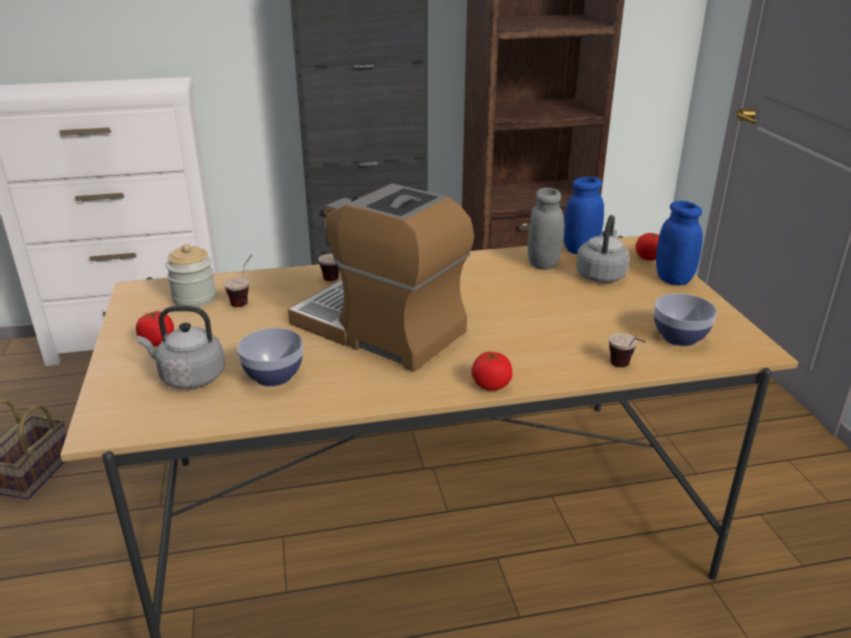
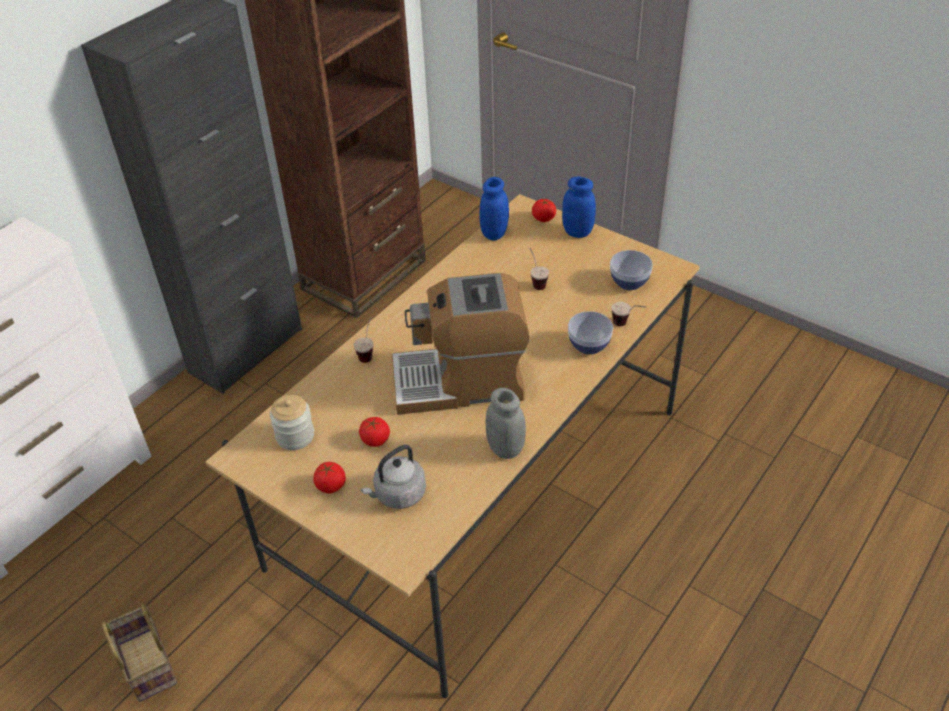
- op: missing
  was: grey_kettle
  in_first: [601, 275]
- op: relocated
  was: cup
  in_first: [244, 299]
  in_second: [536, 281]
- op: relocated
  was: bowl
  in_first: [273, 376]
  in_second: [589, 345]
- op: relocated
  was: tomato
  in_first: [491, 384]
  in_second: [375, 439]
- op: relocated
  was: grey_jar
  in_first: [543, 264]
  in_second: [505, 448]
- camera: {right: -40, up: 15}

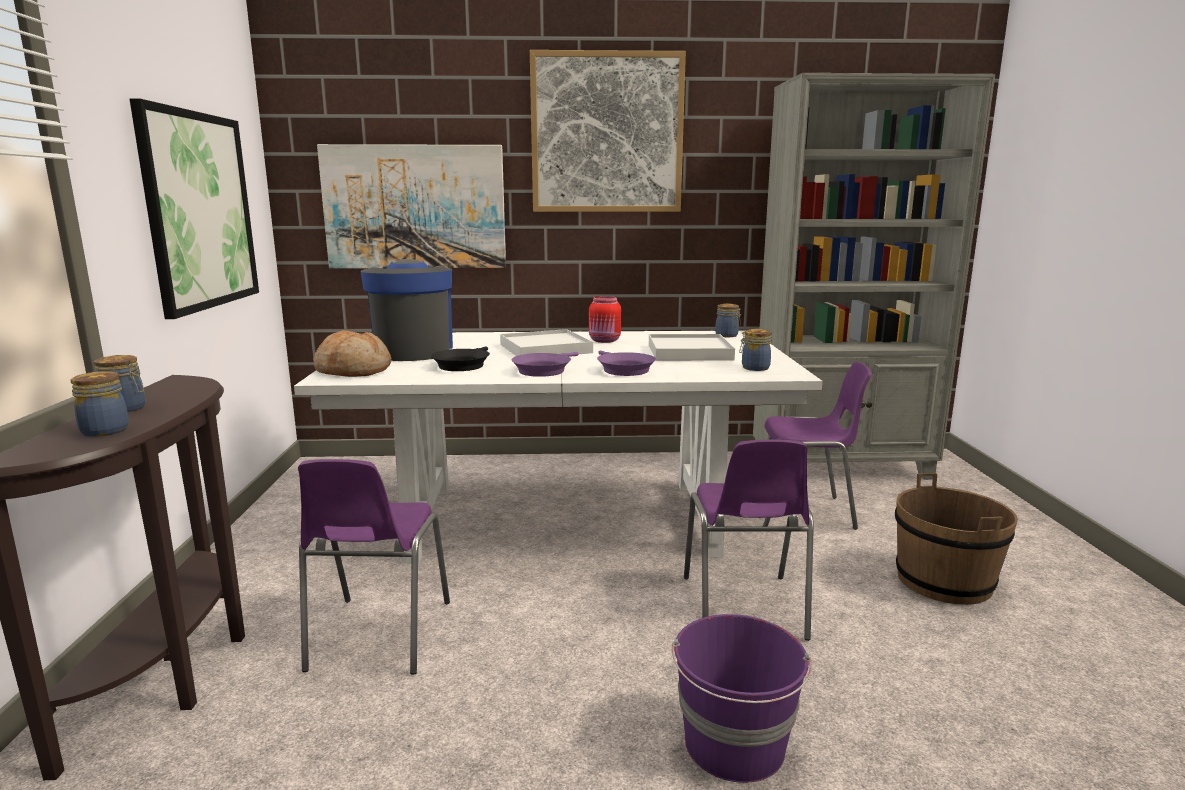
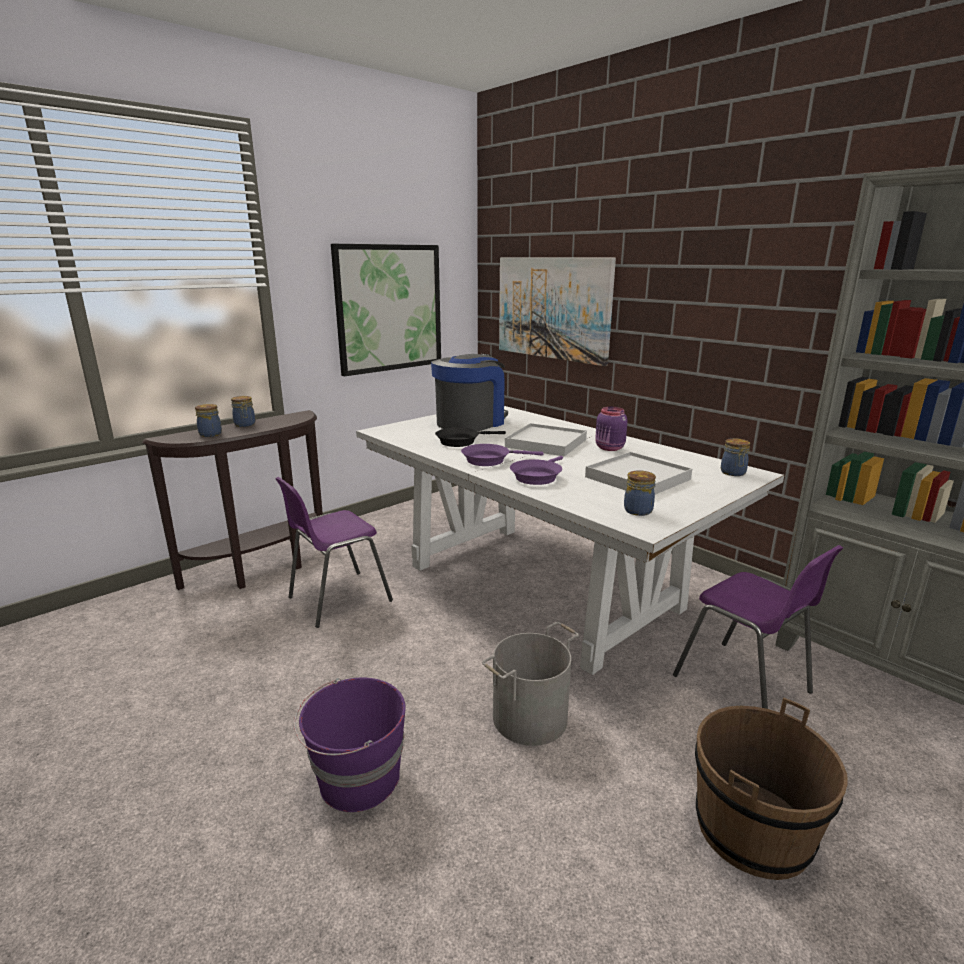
- op: missing
  was: bread
  in_first: [354, 371]
- op: missing
  was: picture
  in_first: [607, 133]
- op: exchanged
  was: purple_chair
  now: grey_bucket
  in_first: [743, 609]
  in_second: [529, 716]
- op: colour
  was: red_jar
  now: purple_jar
  in_first: [605, 341]
  in_second: [609, 448]
- camera: {right: 50, up: 5}

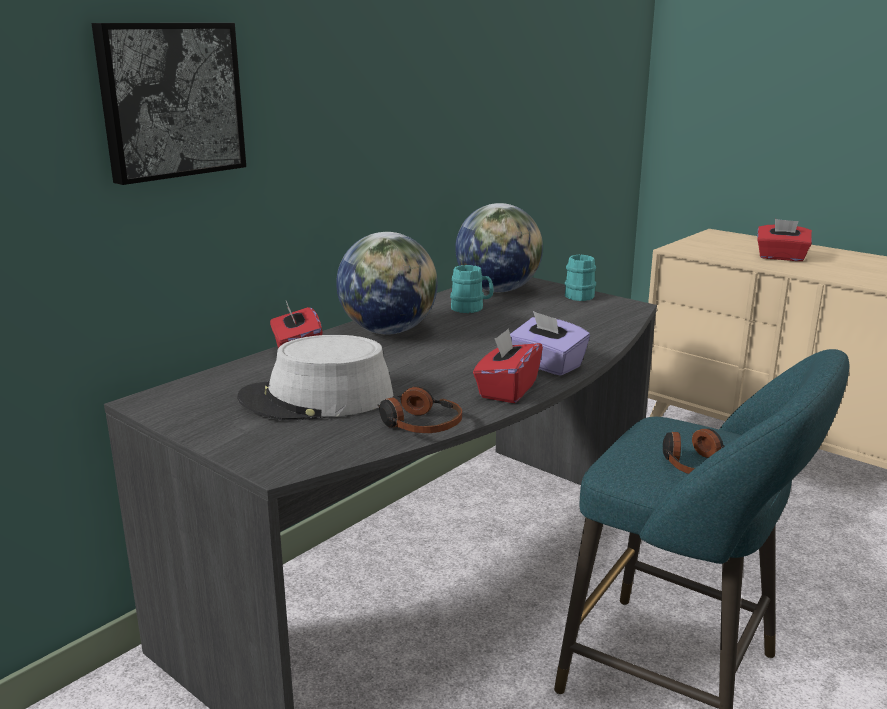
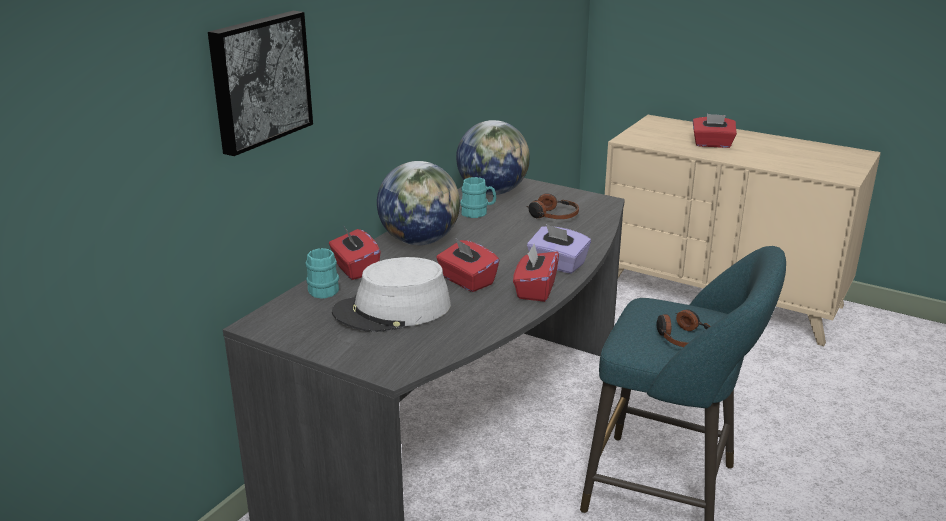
- op: appeared
  now: red_tissue_box
  in_second: [467, 281]
- op: relocated
  was: headphones
  in_first: [419, 424]
  in_second: [552, 215]
- op: relocated
  was: turquoise_mug
  in_first: [580, 295]
  in_second: [325, 288]
- camera: {right: -10, up: 5}

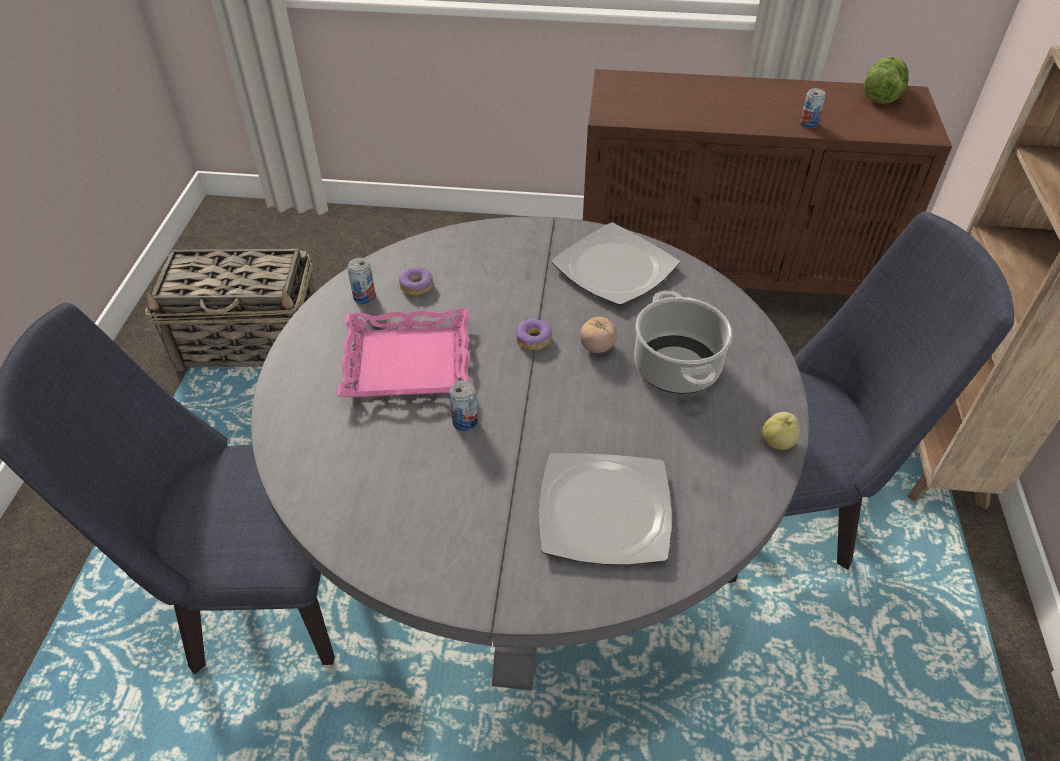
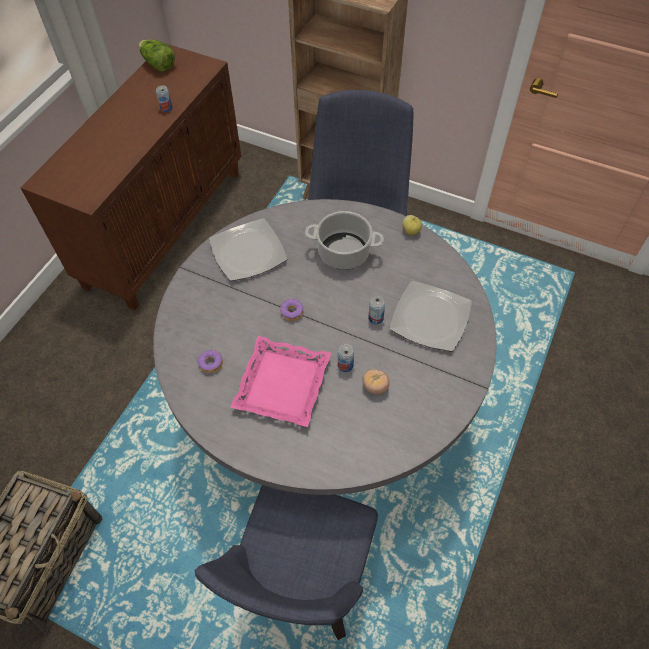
- op: relocated
  was: can
  in_first: [364, 297]
  in_second: [375, 318]
- op: relocated
  was: tomato
  in_first: [597, 347]
  in_second: [375, 387]
- camera: {right: -70, up: 10}

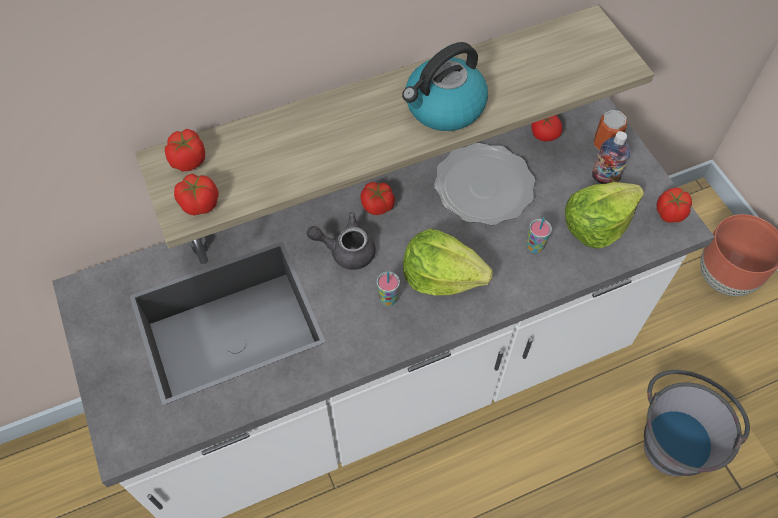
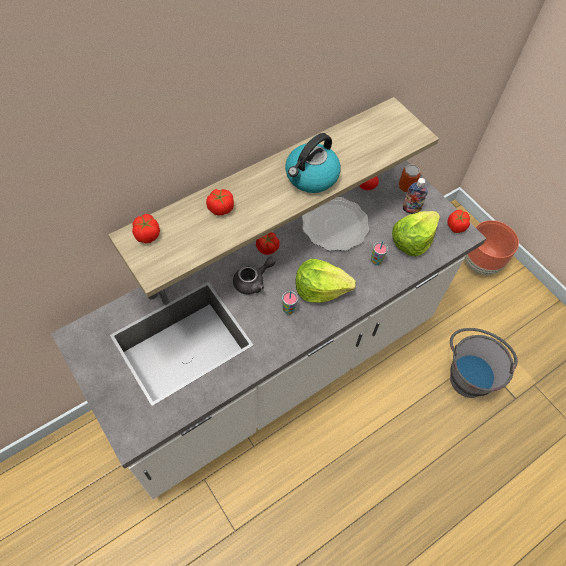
- op: relocated
  was: tomato
  in_first: [199, 204]
  in_second: [220, 208]
- op: spun
  was: grey_teapot
  in_first: [346, 250]
  in_second: [253, 281]
  clockwise: 150
- camera: {right: -15, up: 0}

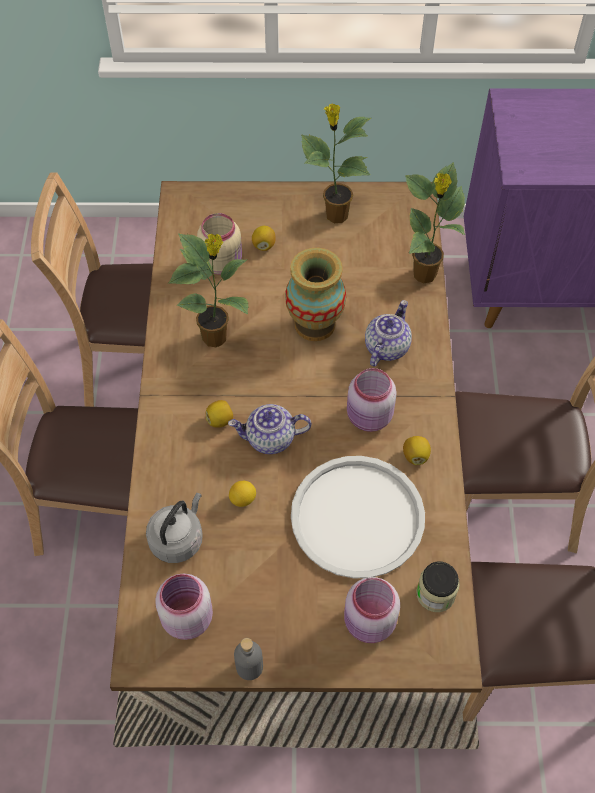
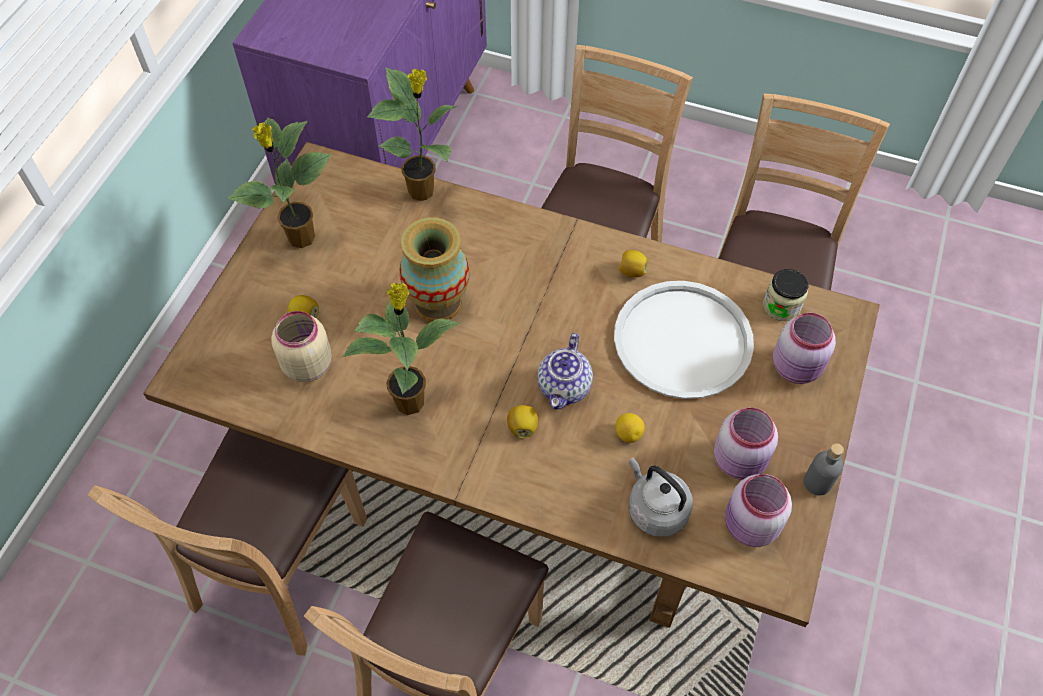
- op: missing
  was: teapot
  in_first: [386, 347]
- op: relocated
  was: pink_jar
  in_first: [369, 418]
  in_second: [740, 460]
- camera: {right: -70, up: 0}

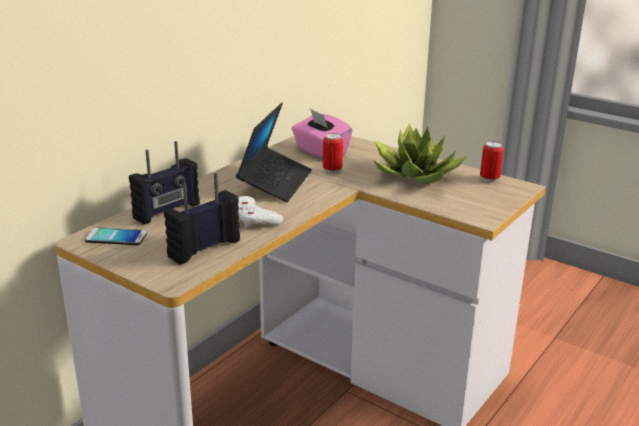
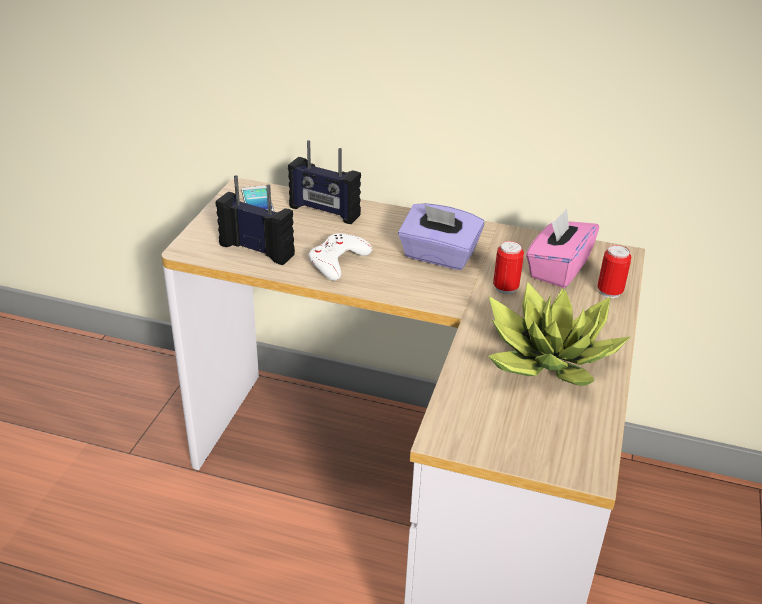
- op: relocated
  was: can
  in_first: [489, 179]
  in_second: [609, 292]
- op: exchanged
  was: laptop
  now: purple_tissue_box
  in_first: [275, 182]
  in_second: [438, 256]
- camera: {right: 70, up: 10}

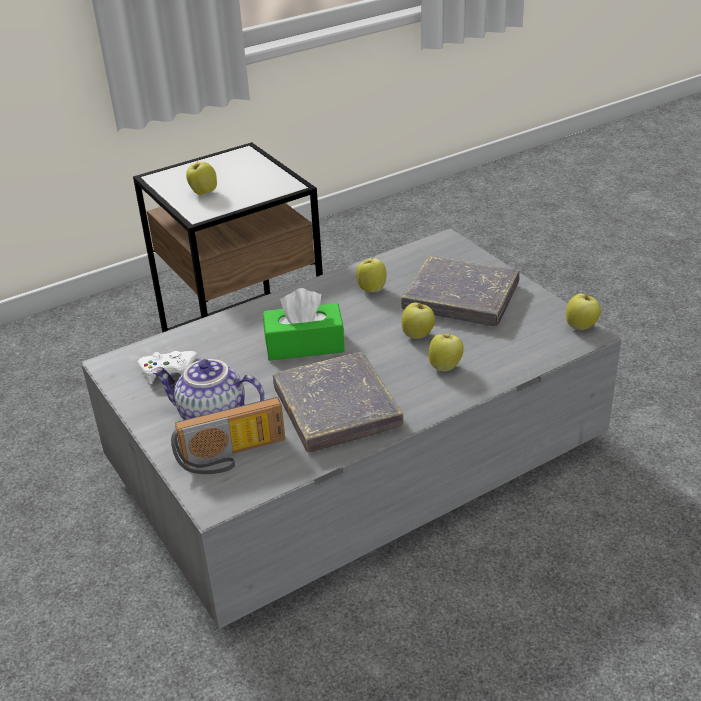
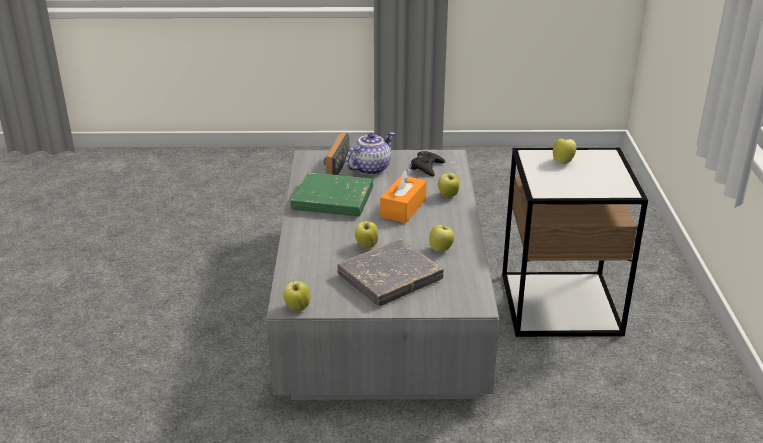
- op: relocated
  was: apple
  in_first: [445, 366]
  in_second: [448, 196]
- op: colour
  was: white_game_controller
  now: black_game_controller
  in_first: [168, 370]
  in_second: [427, 167]
- op: colour
  was: green_tissue_box
  now: orange_tissue_box
  in_first: [304, 345]
  in_second: [403, 208]
- op: colour
  was: grey_book
  now: green_book
  in_first: [336, 408]
  in_second: [332, 200]
- camera: {right: 120, up: -5}

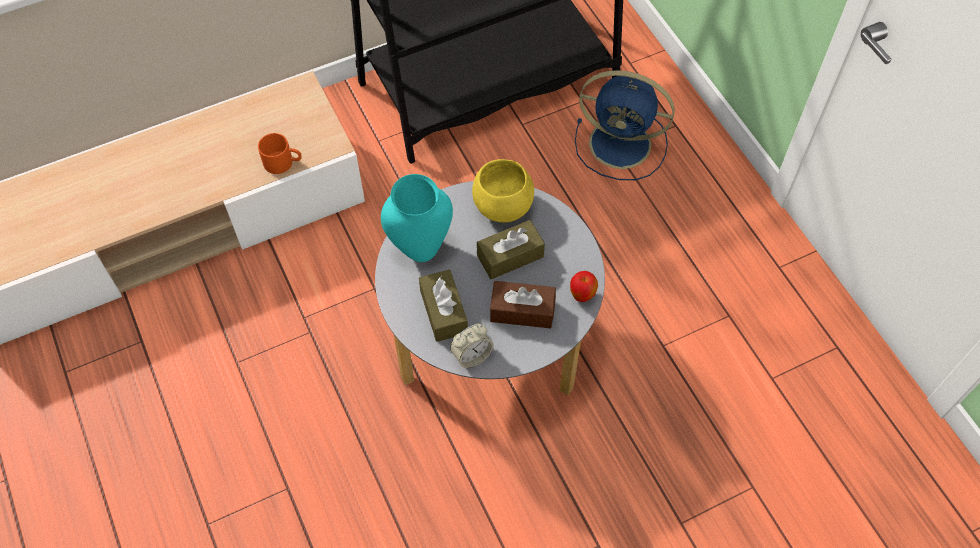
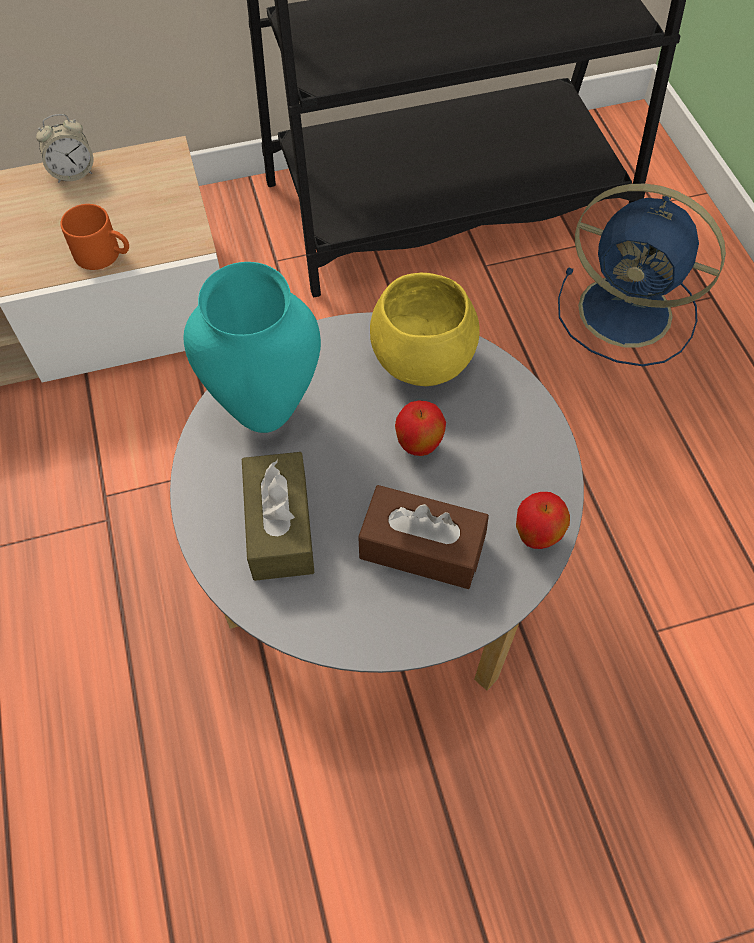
- op: relocated
  was: alarm_clock
  in_first: [471, 355]
  in_second: [73, 173]
- op: exchanged
  was: brown_tissue_box
  now: apple
  in_first: [510, 256]
  in_second: [418, 446]
- camera: {right: 10, up: 0}

